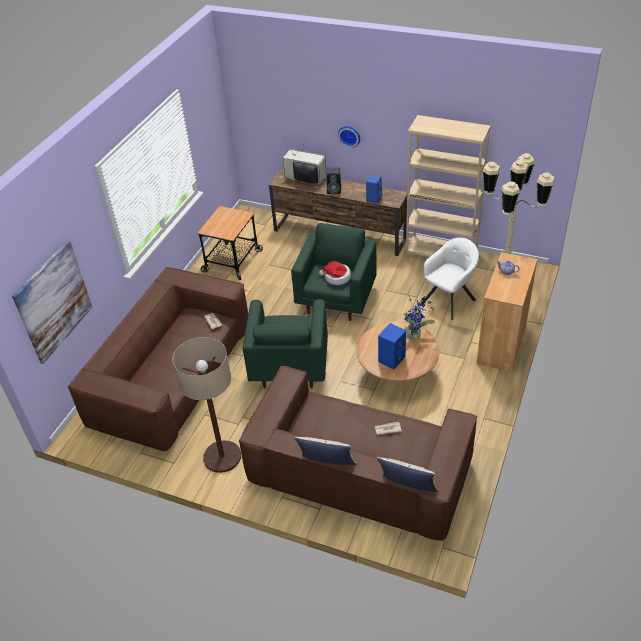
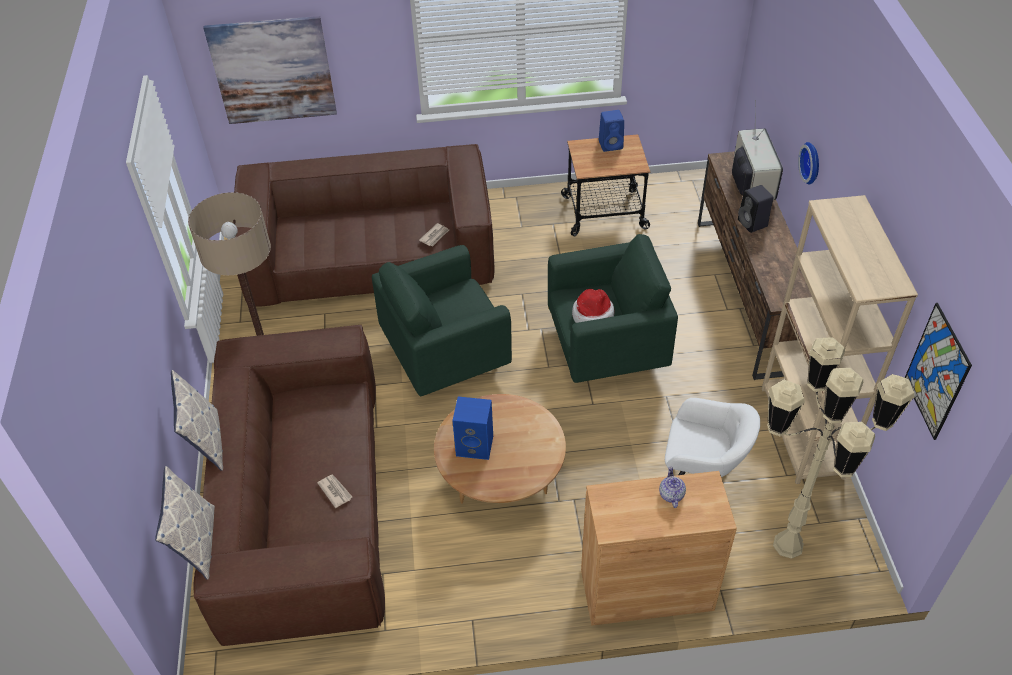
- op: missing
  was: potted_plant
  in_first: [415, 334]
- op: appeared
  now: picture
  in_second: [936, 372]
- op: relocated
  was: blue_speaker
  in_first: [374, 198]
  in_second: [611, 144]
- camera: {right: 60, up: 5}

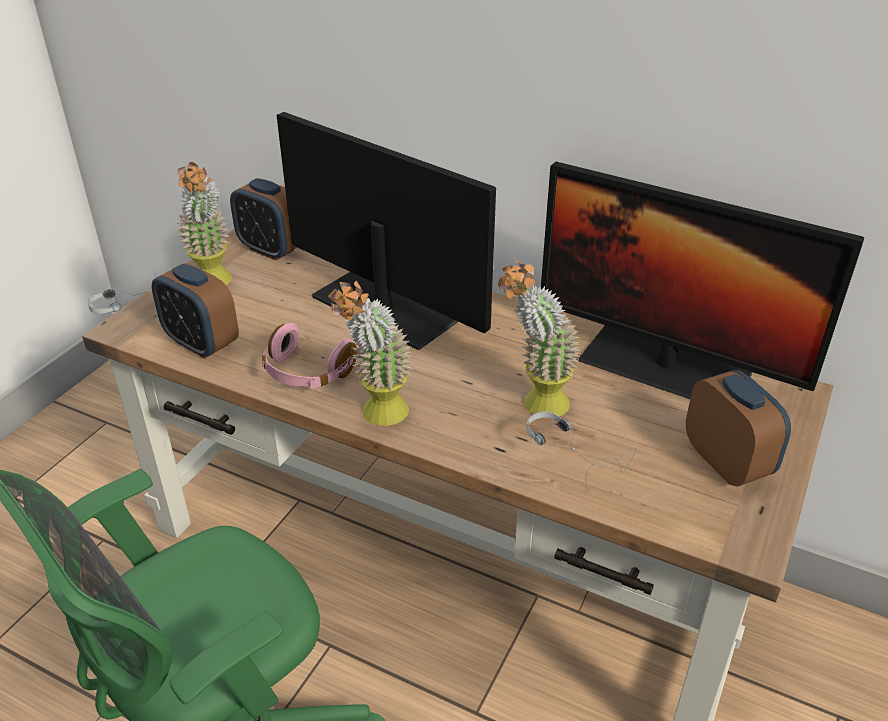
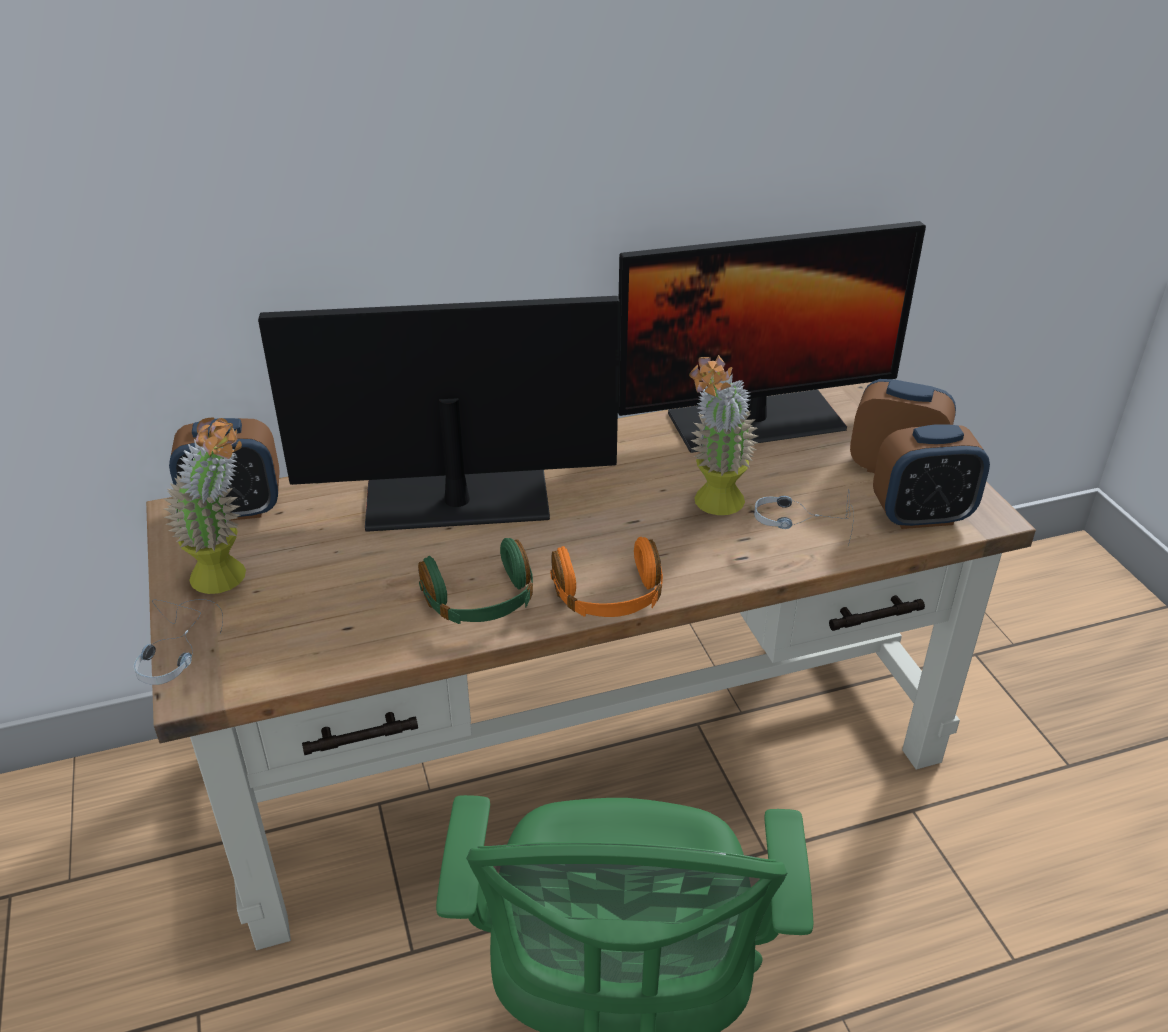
- op: relocated
  was: alarm_clock
  in_first: [201, 343]
  in_second: [921, 516]
- op: exchanged
  was: potted_plant
  now: orange_headphones
  in_first: [377, 417]
  in_second: [609, 597]
- op: colour
  was: pink_headphones
  now: green_headphones
  in_first: [306, 373]
  in_second: [481, 602]
- camera: {right: -45, up: 0}

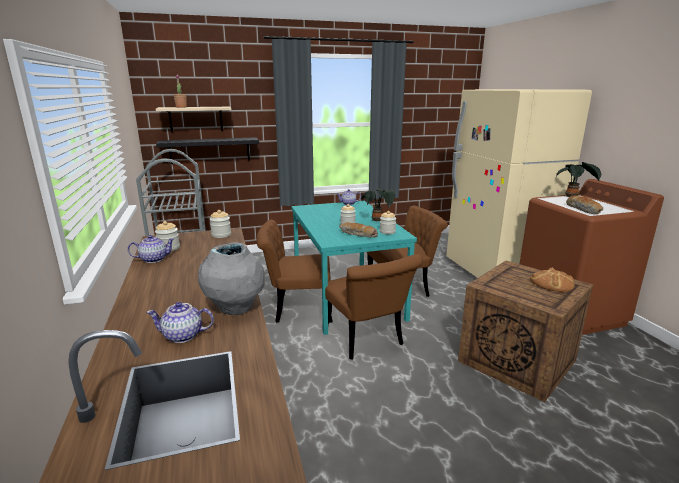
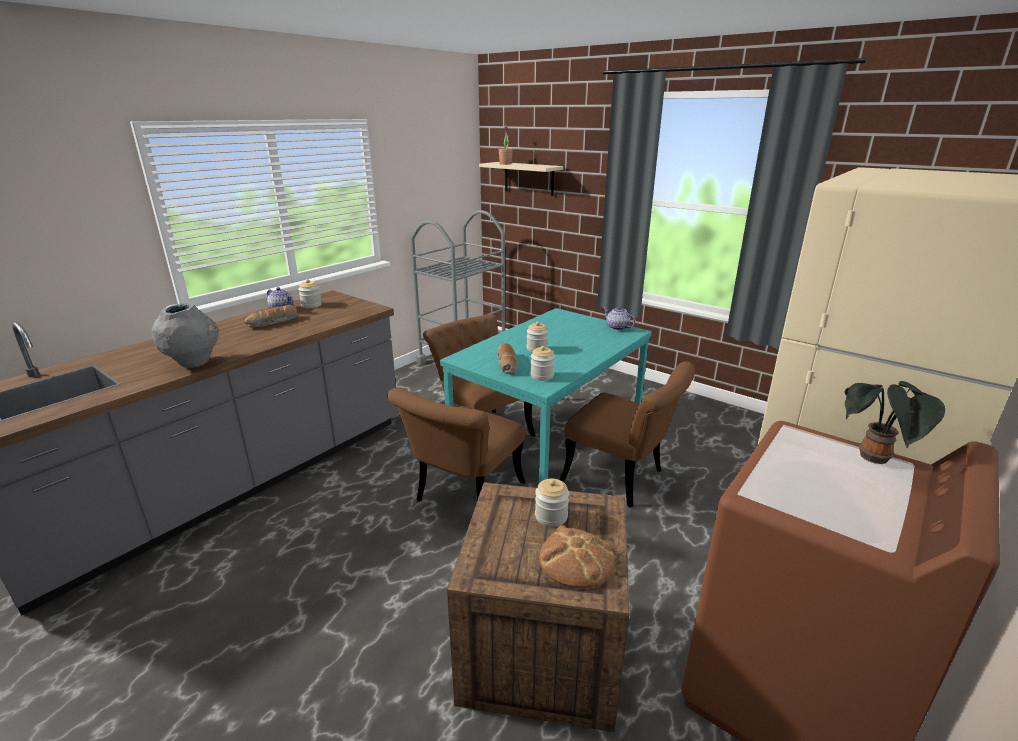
- op: missing
  was: teapot
  in_first: [183, 336]
- op: missing
  was: black_shelf
  in_first: [210, 150]
- op: missing
  was: potted_plant
  in_first: [378, 220]
- op: relocated
  was: jar
  in_first: [221, 235]
  in_second: [551, 516]
- op: relocated
  was: bread
  in_first: [583, 210]
  in_second: [273, 323]
- camera: {right: 55, up: 5}

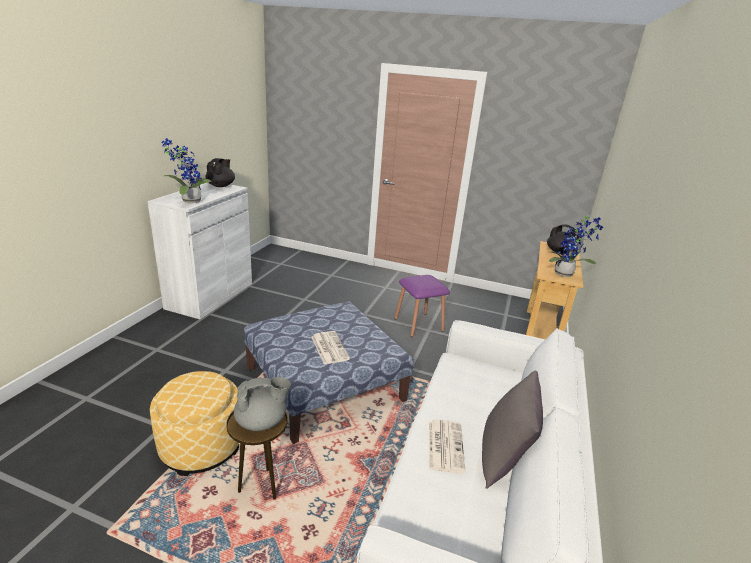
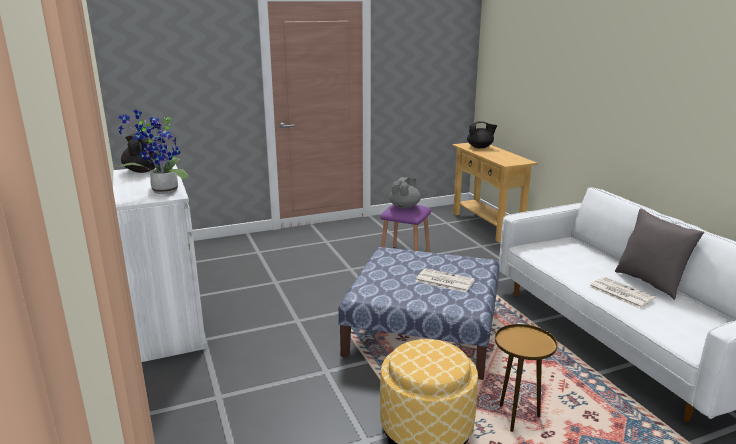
- op: missing
  was: potted_plant
  in_first: [566, 274]
- op: relocated
  was: grey_teapot
  in_first: [262, 422]
  in_second: [405, 206]
- camera: {right: -40, up: -5}

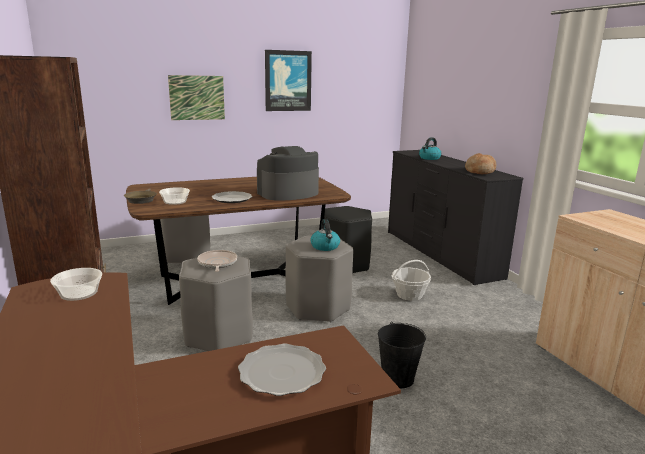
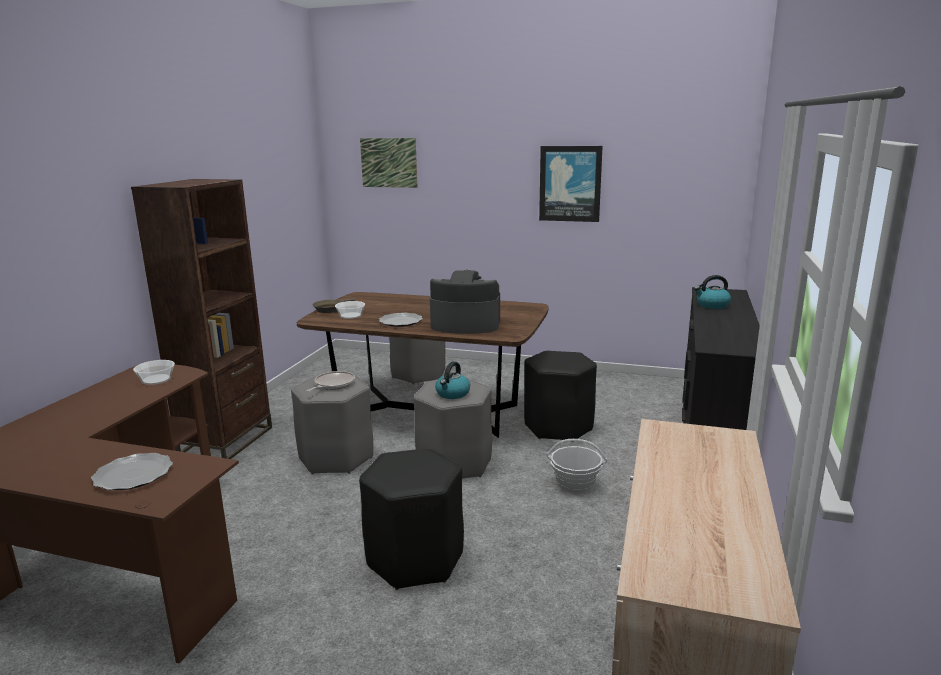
- op: missing
  was: bread
  in_first: [479, 171]
- op: relocated
  was: picture
  in_first: [197, 97]
  in_second: [388, 162]
- op: exchanged
  was: black_bucket
  now: black_stool
  in_first: [397, 378]
  in_second: [415, 559]
- camera: {right: 40, up: 0}

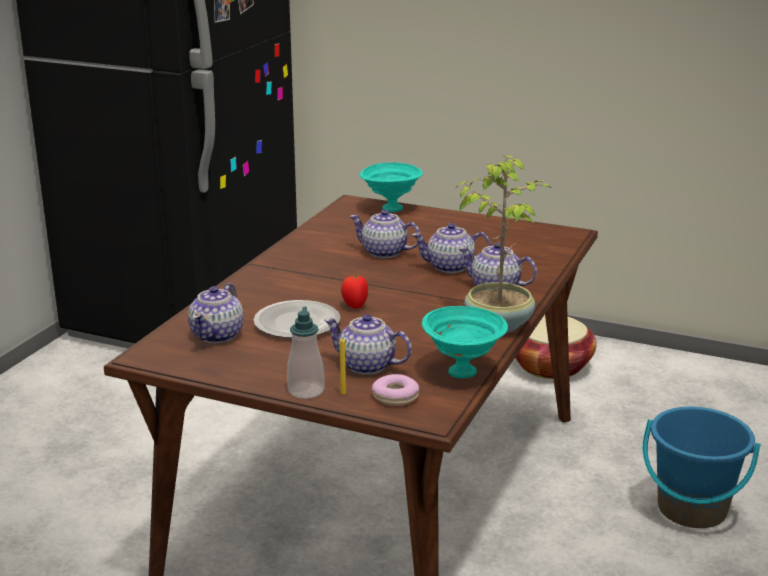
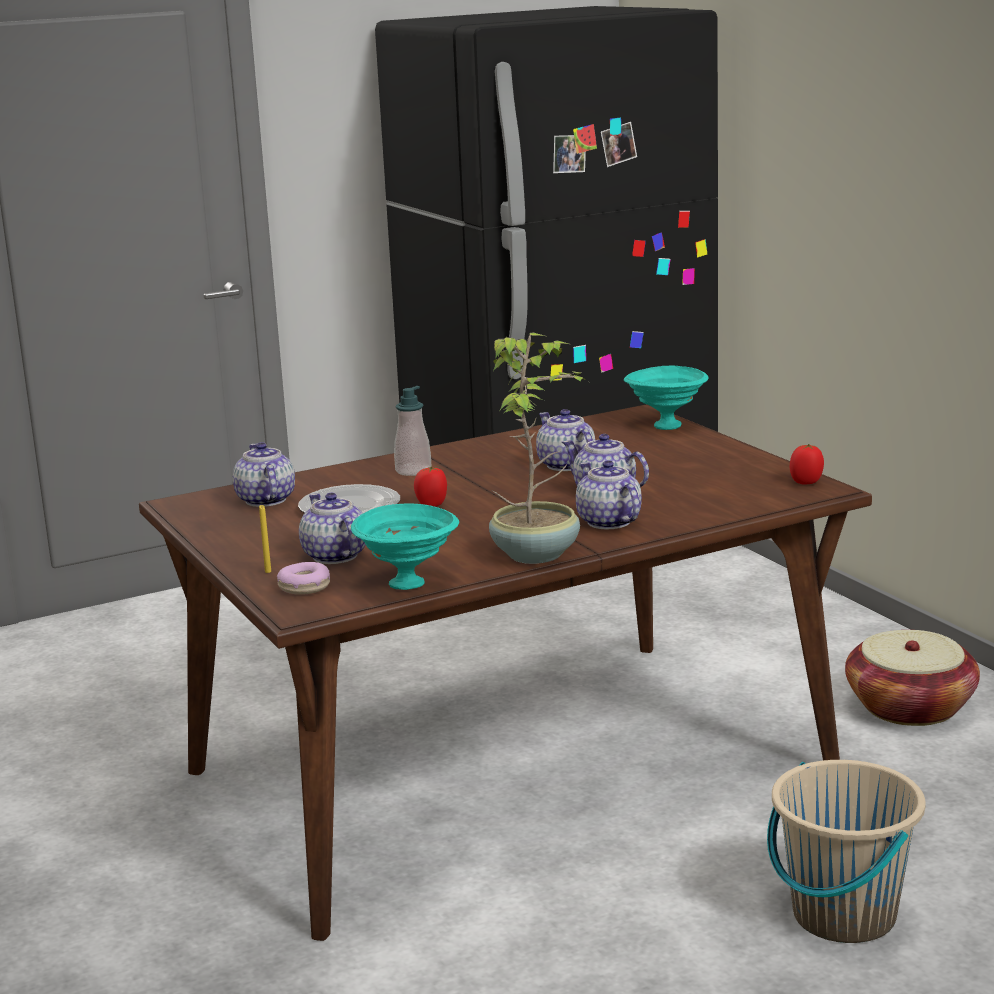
- op: appeared
  now: tomato
  in_second: [806, 482]
- op: relocated
  was: soap_dispenser
  in_first: [306, 390]
  in_second: [413, 471]
- op: colour
  was: blue_bucket
  now: beige_bucket
  in_first: [691, 509]
  in_second: [843, 916]
- op: spun
  was: teapot
  in_first: [218, 335]
  in_second: [265, 500]
  clockwise: 105
- camera: {right: 40, up: -5}

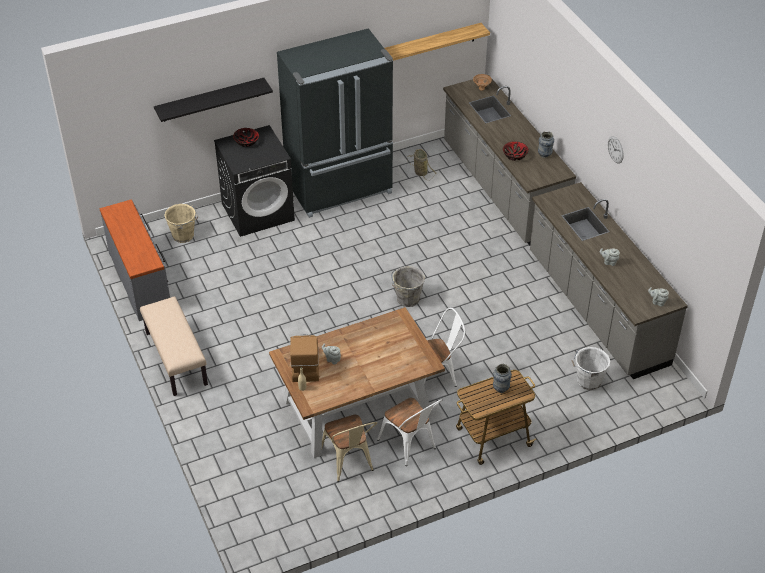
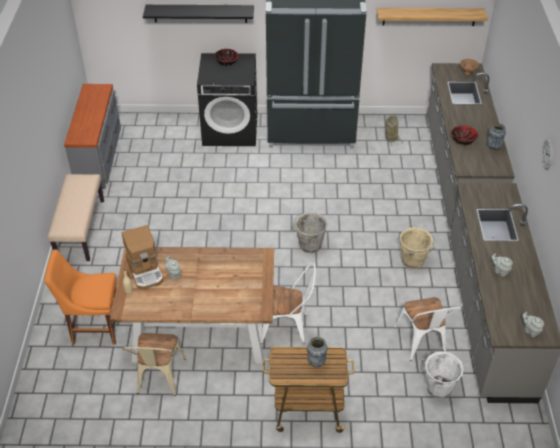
- op: appeared
  now: orange_chair
  in_second: [94, 328]
- op: relocated
  was: beige_bucket
  in_first: [184, 236]
  in_second: [413, 261]
- op: relocated
  was: white_chair
  in_first: [410, 446]
  in_second: [422, 344]
- op: spun
  was: coffee_machine
  in_first: [304, 365]
  in_second: [145, 270]
  clockwise: 135
- camera: {right: 25, up: 0}

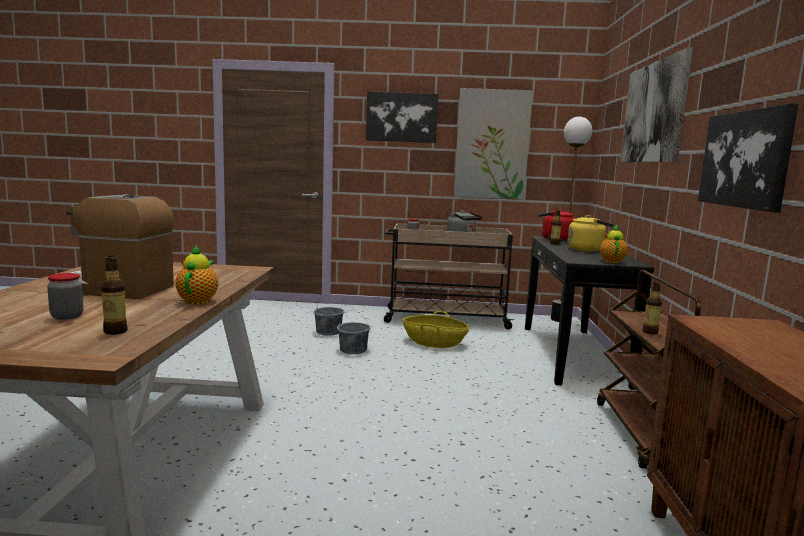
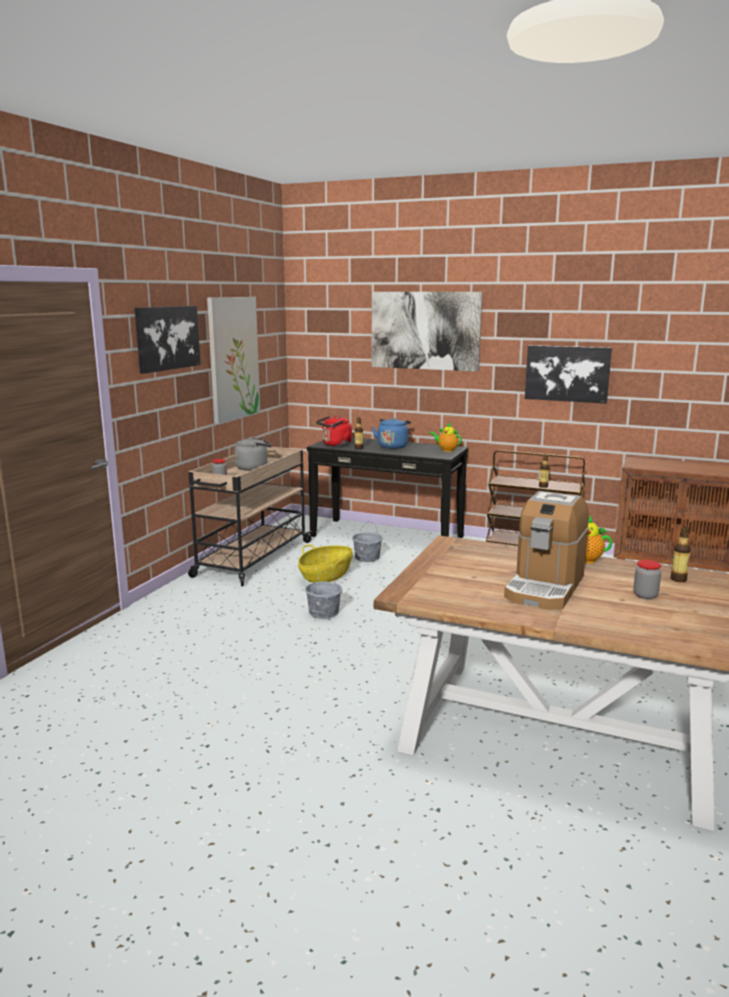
- op: missing
  was: floor_lamp
  in_first: [559, 319]
- op: relocated
  was: grey_bucket
  in_first: [328, 332]
  in_second: [367, 558]
- op: colour
  was: yellow_kettle
  now: blue_kettle
  in_first: [587, 249]
  in_second: [392, 446]
- camera: {right: -70, up: 5}

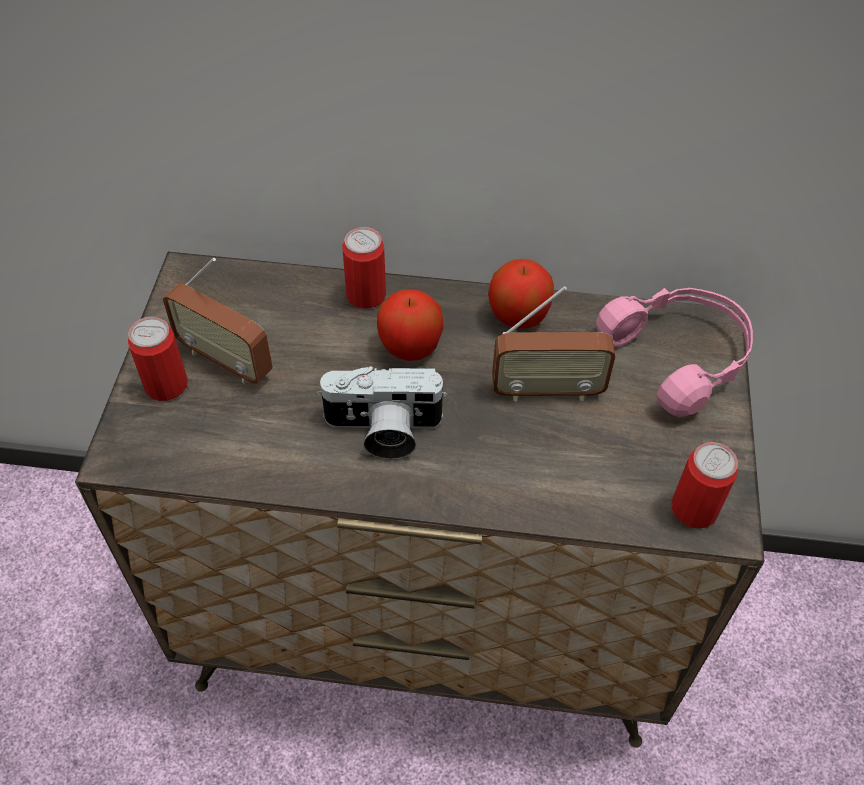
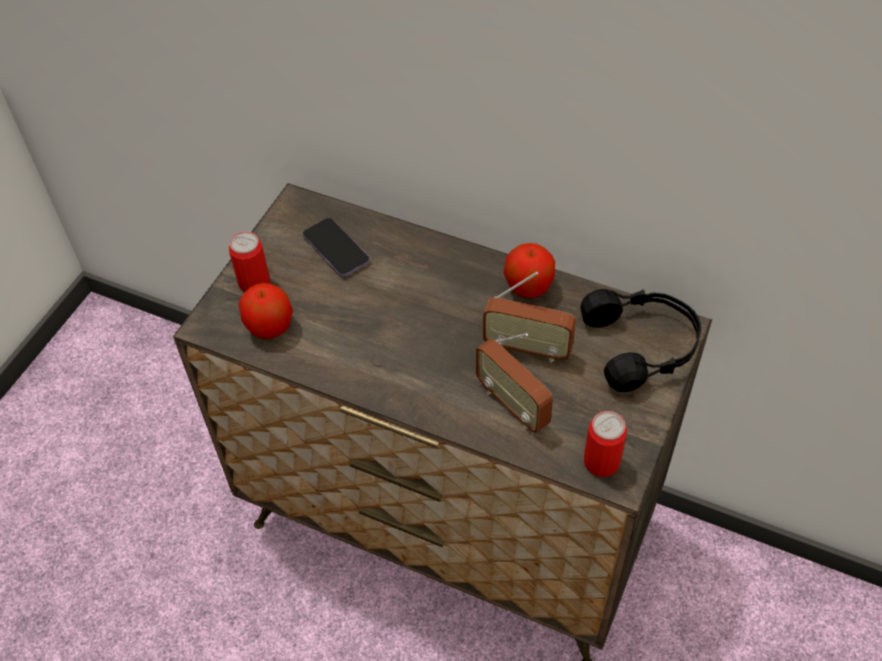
- op: missing
  was: photo_camera
  in_first: [382, 431]
- op: missing
  was: can
  in_first: [366, 295]
- op: appeared
  now: phone
  in_second: [336, 249]
- op: relocated
  was: radio
  in_first: [225, 360]
  in_second: [513, 404]
- op: relocated
  was: apple
  in_first: [410, 347]
  in_second: [269, 327]
- op: colour
  was: pink_headphones
  now: black_headphones
  in_first: [679, 356]
  in_second: [642, 345]
- camera: {right: 20, up: 0}

